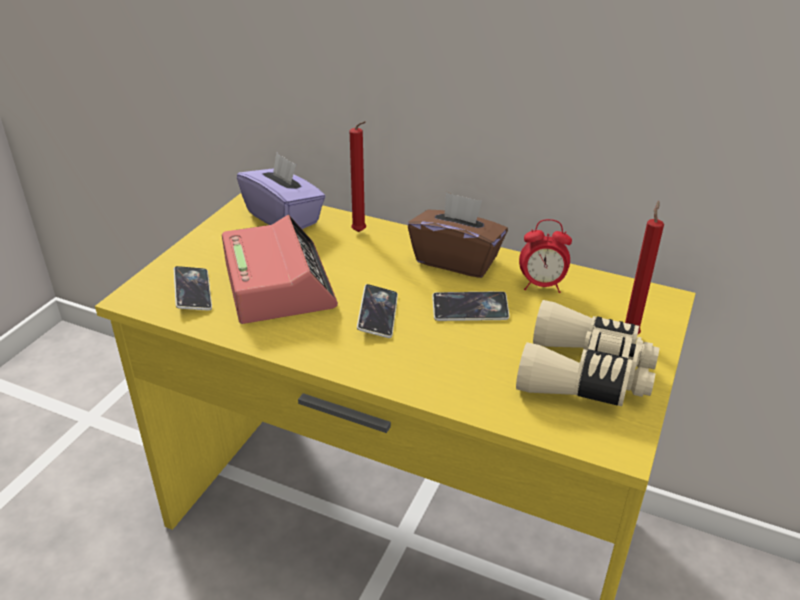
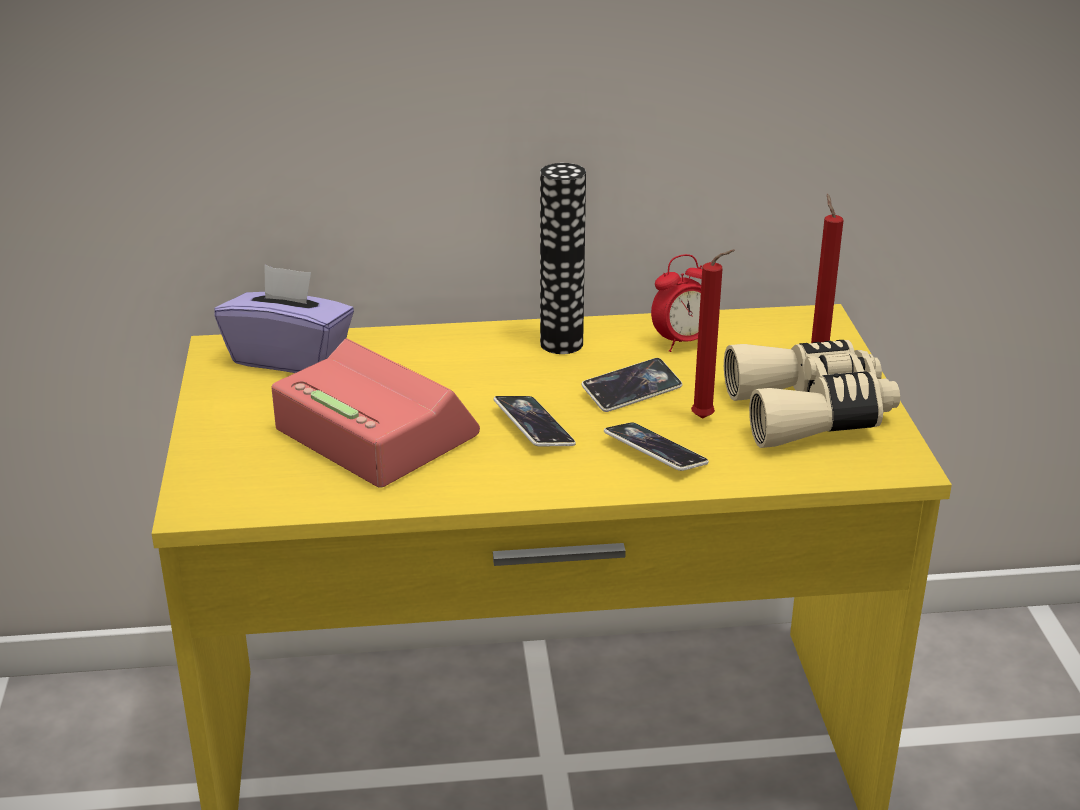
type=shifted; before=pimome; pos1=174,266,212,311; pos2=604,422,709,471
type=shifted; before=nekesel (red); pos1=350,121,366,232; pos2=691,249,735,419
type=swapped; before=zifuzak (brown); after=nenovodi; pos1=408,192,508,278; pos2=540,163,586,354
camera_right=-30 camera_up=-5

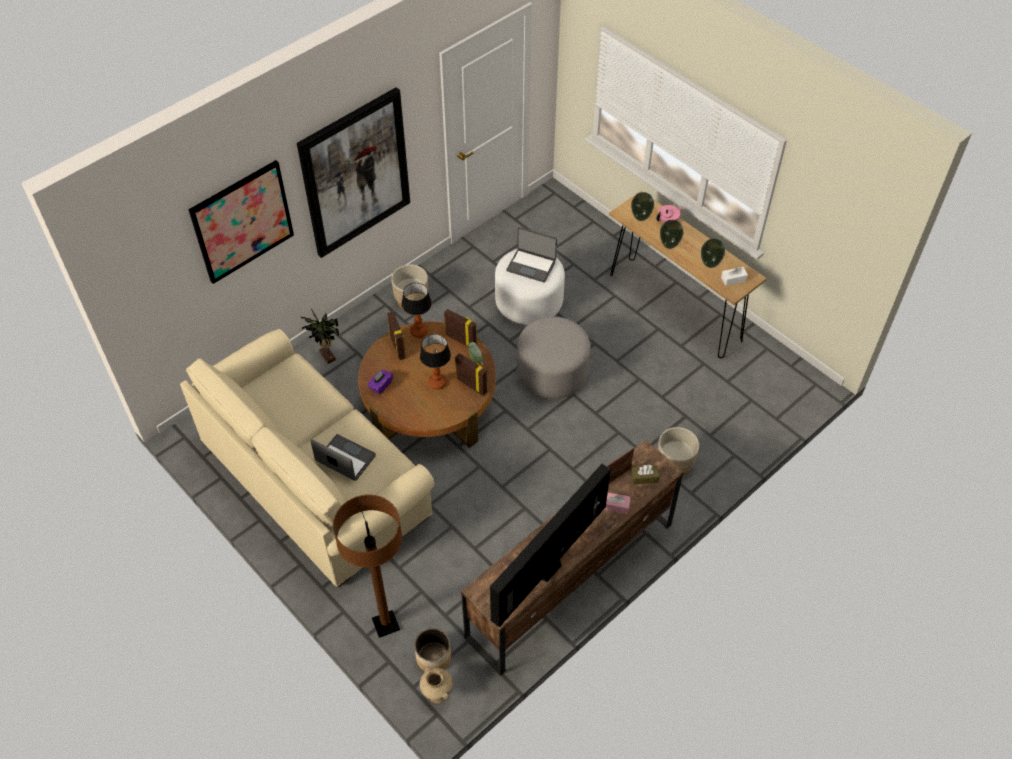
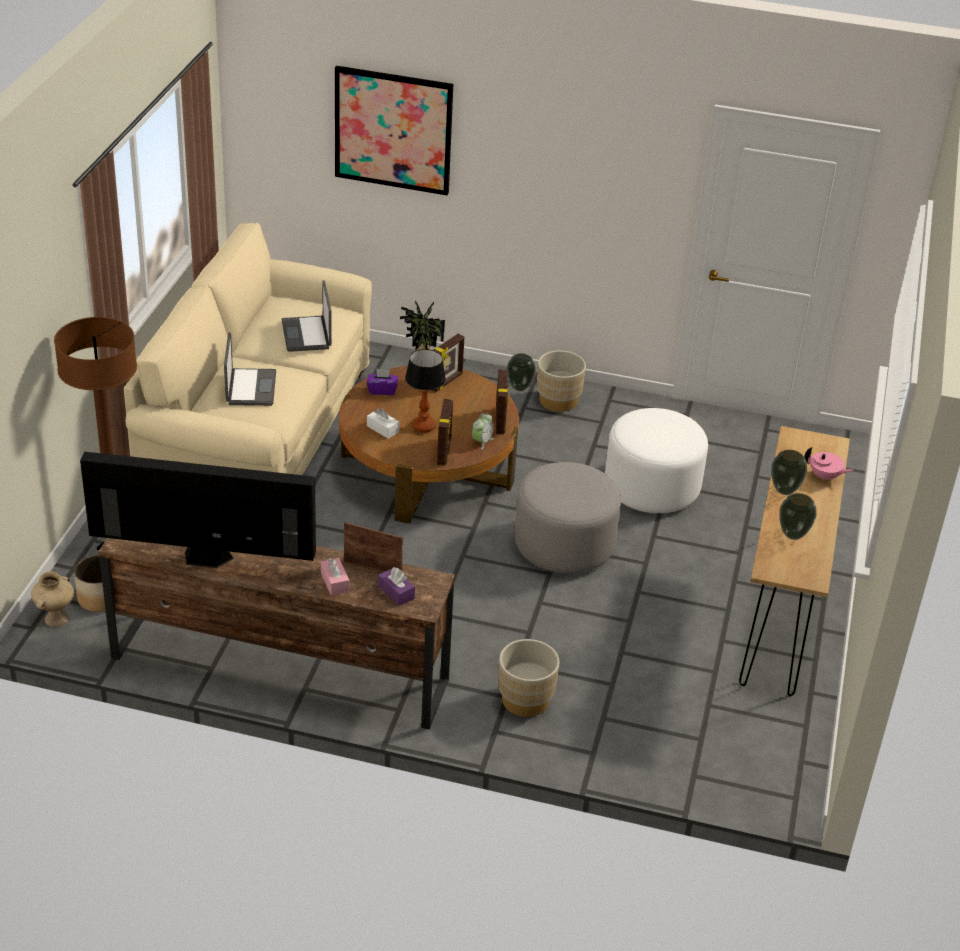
type=gone; before=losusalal; pos1=297,87,410,258
type=gone; before=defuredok; pos1=401,283,432,338
type=shifted; before=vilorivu; pos1=506,227,557,283; pos2=282,281,332,352
type=shifted; before=nenovodi; pos1=631,192,654,221; pos2=507,353,536,391
type=shifted; before=zifuzak (white); pos1=721,267,748,286; pos2=367,408,400,439
type=repainted; before=zifuzak (brown); after=zifuzak (purple); pos1=631,465,660,485; pos2=378,567,415,606
camera_right=55 camera_up=-15

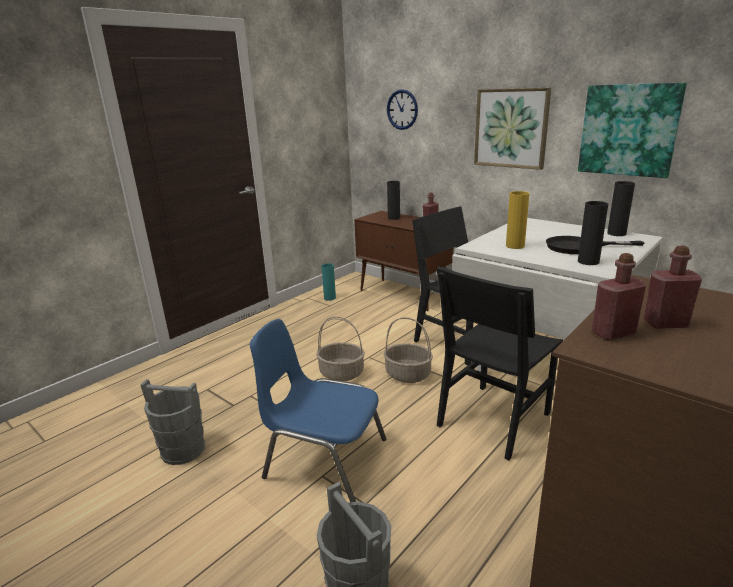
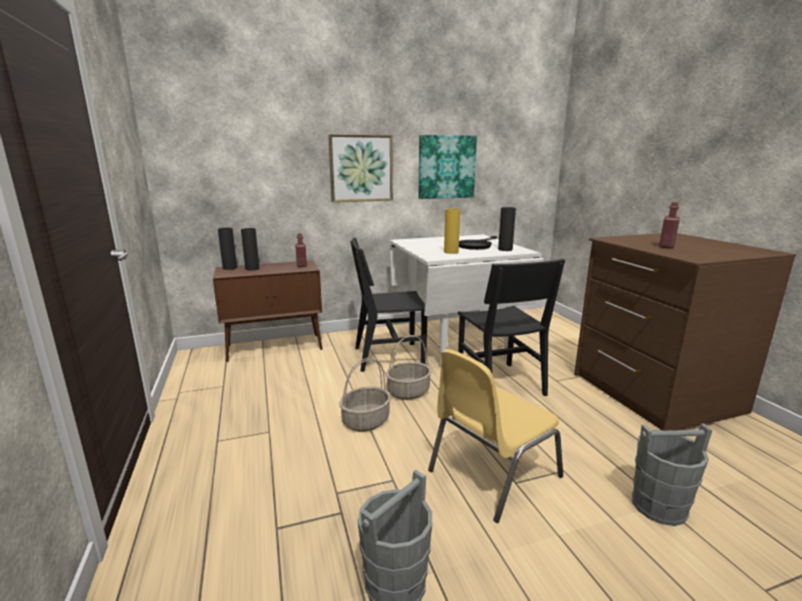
type=gone; before=nenovodi (turquoise); pos1=322,263,336,301
type=gone; before=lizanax; pos1=387,89,418,130
type=gone; before=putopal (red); pos1=592,253,646,340
type=shifted; before=nenovodi (black); pos1=607,181,635,236; pos2=218,228,237,270
type=repainted; before=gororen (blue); after=gororen (yellow); pos1=250,319,386,502; pos2=428,349,563,523
camera_right=-60 camera_up=-5

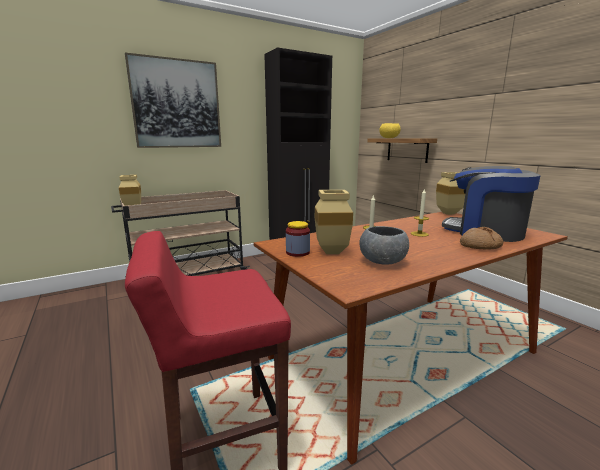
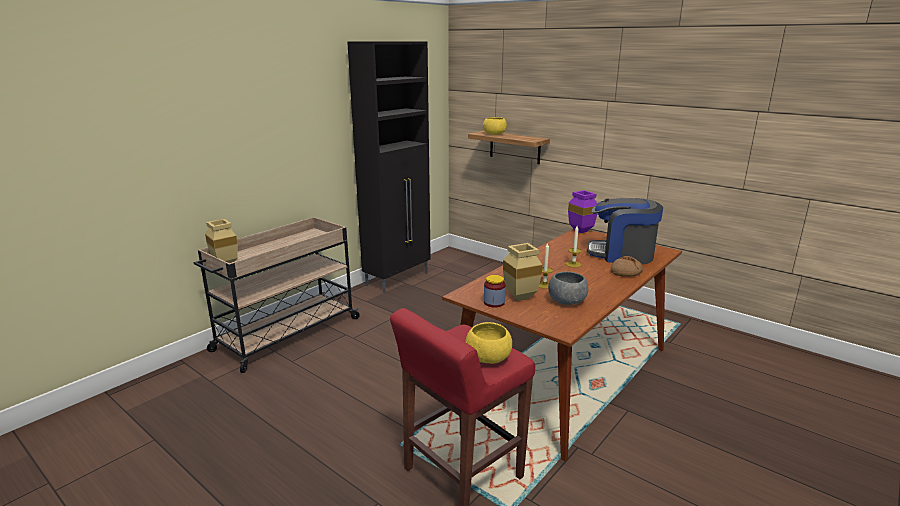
type=gone; before=losusalal; pos1=125,53,221,148
type=new; after=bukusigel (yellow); pos2=465,322,512,364
type=repainted; before=nenovodi (beige); after=nenovodi (purple); pos1=436,172,465,215; pos2=568,190,598,233
camera_right=-20 camera_up=5

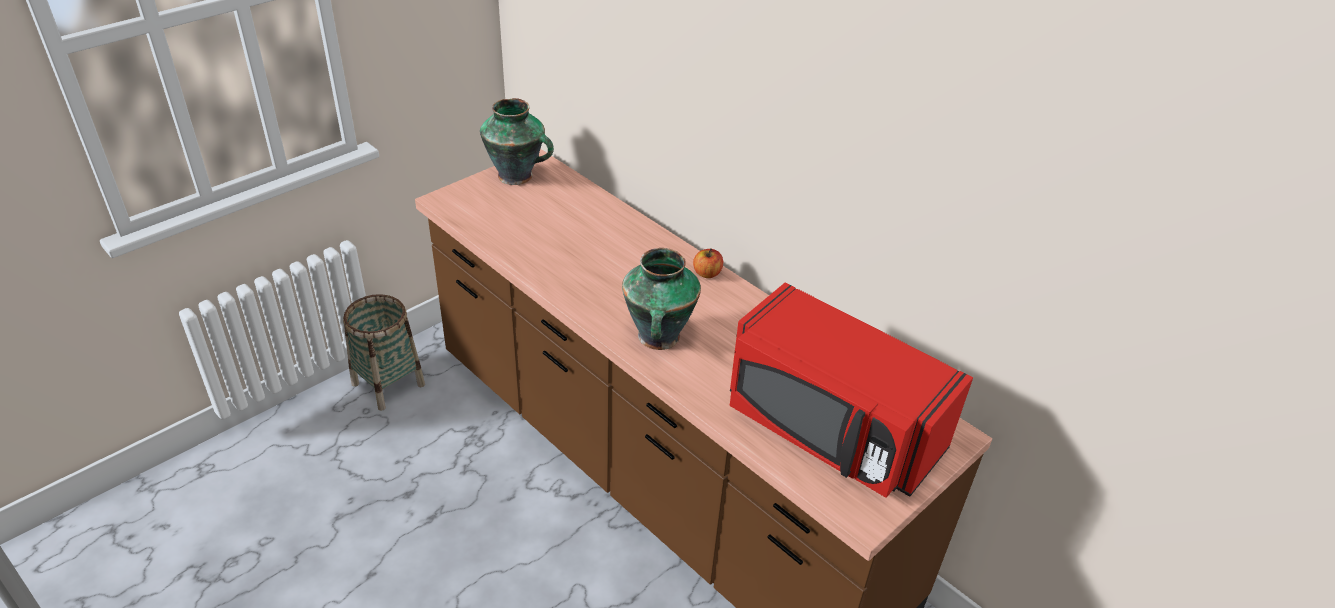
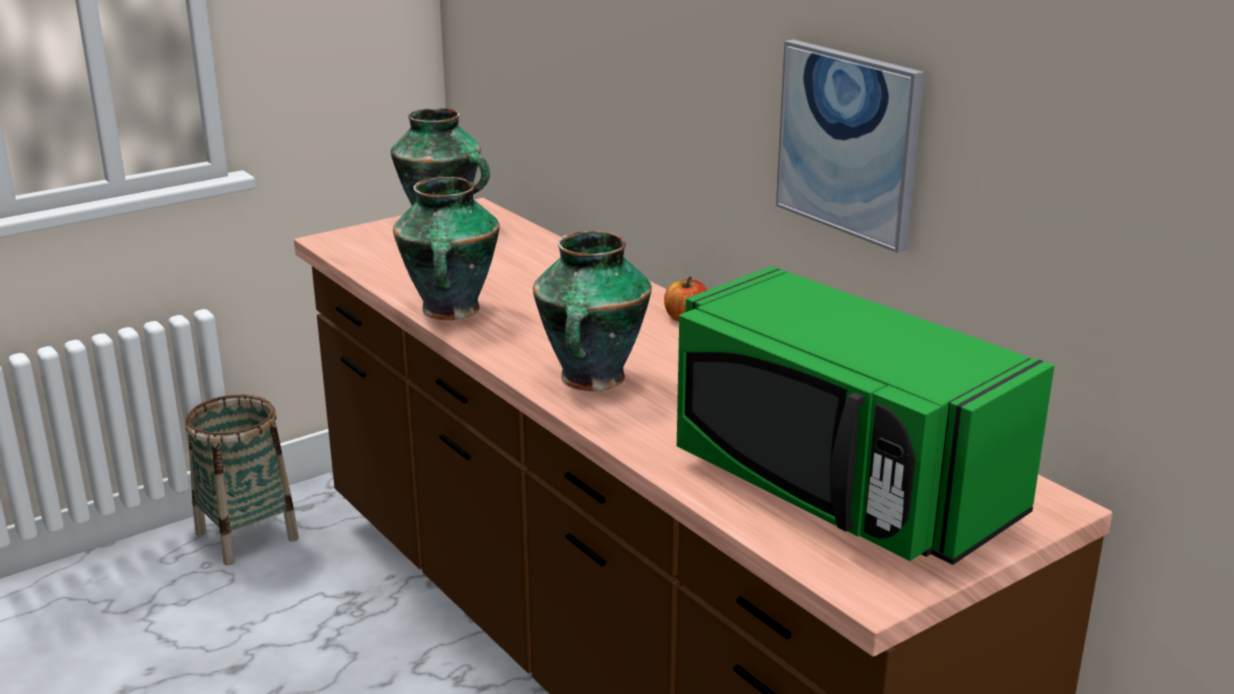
type=new; after=nenovodi; pos2=393,177,500,320
type=new; after=losusalal; pos2=776,39,924,253
type=repainted; before=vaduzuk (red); after=vaduzuk (green); pos1=730,283,973,498; pos2=677,266,1054,565
camera_right=10 camera_up=-15

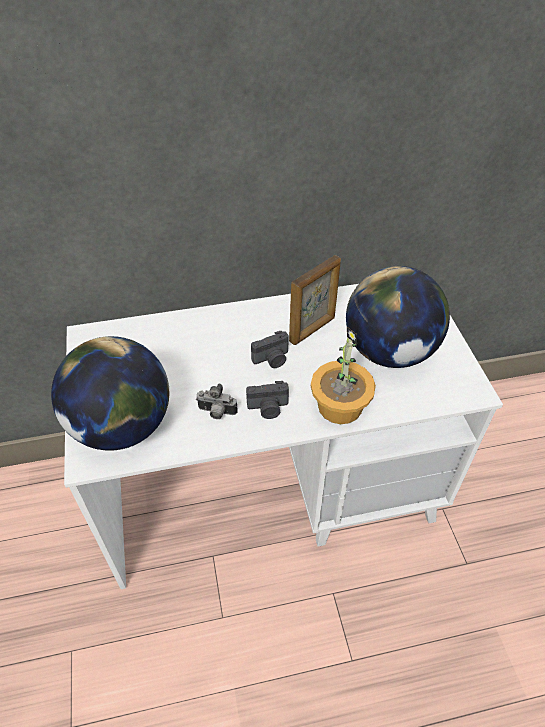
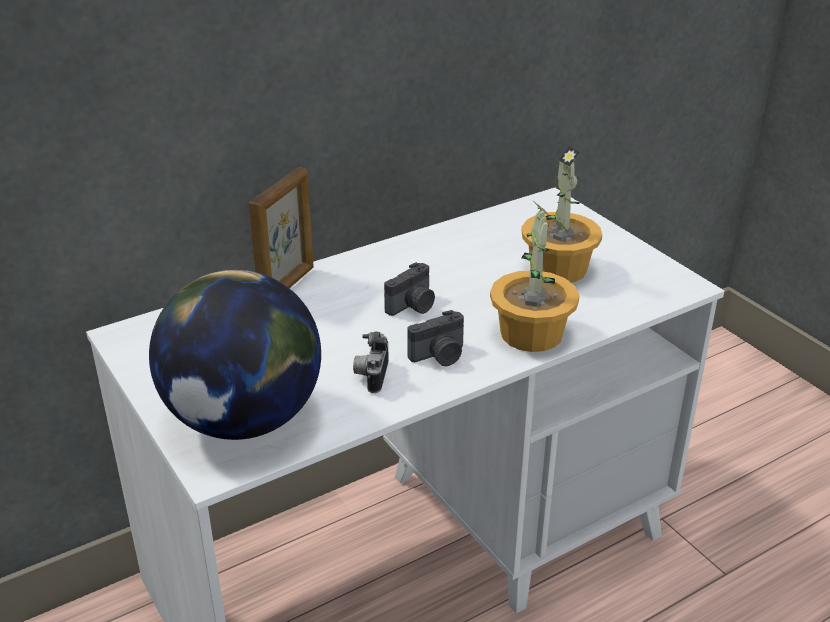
type=shifted; before=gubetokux; pos1=289,255,341,345; pos2=249,167,314,288
type=swapped; before=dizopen; after=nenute; pos1=346,266,450,368; pos2=522,146,602,283
type=rotated; before=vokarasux; pos1=196,384,238,419; pos2=353,332,389,393; turn=105
camera_right=-20 camera_up=-15

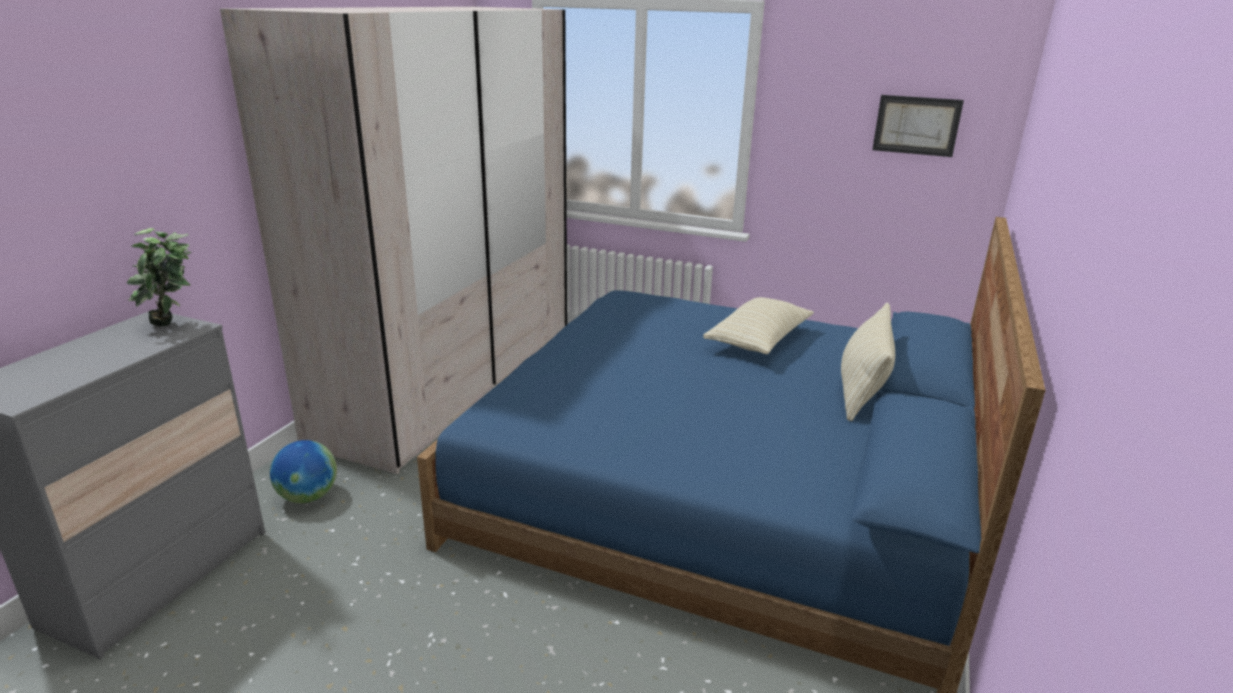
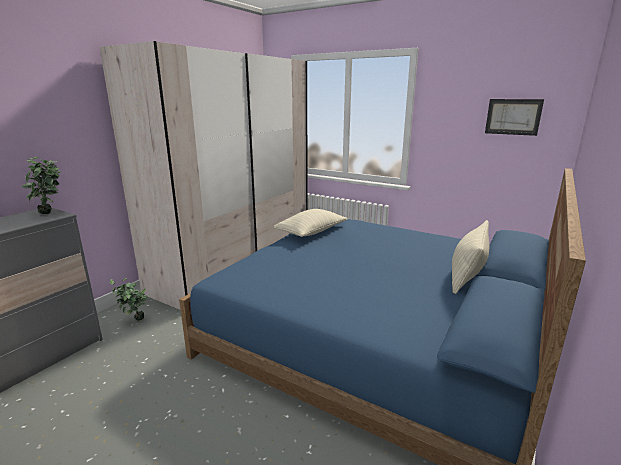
type=shifted; before=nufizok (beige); pos1=703,297,814,354; pos2=273,209,348,237
type=swapped; before=dizopen; after=nenute; pos1=270,440,337,503; pos2=110,278,148,321
camera_right=10 camera_up=-5

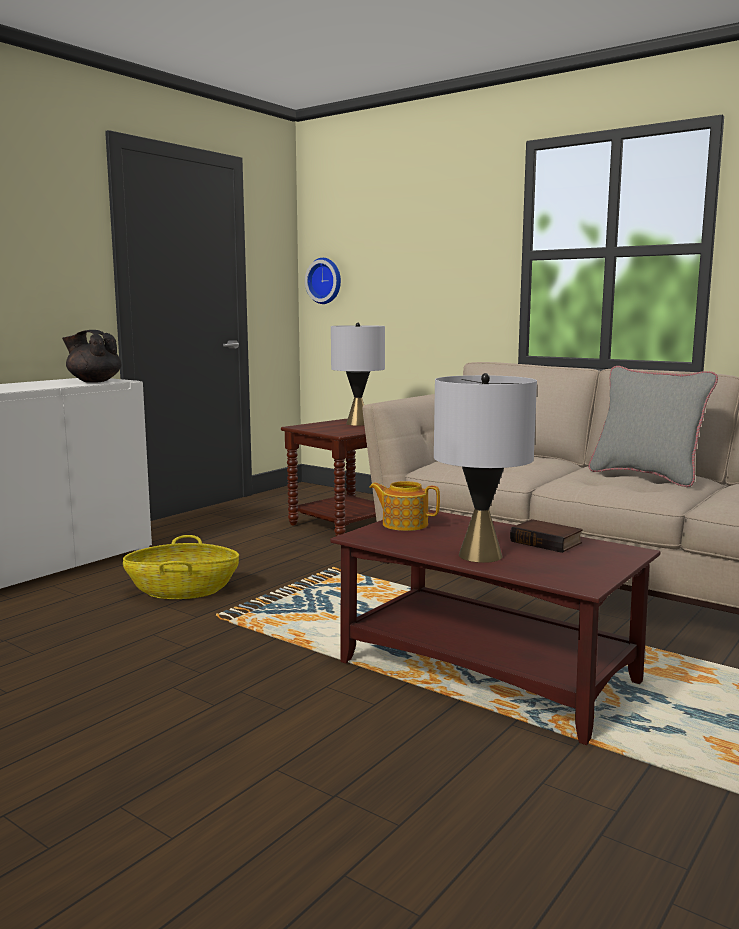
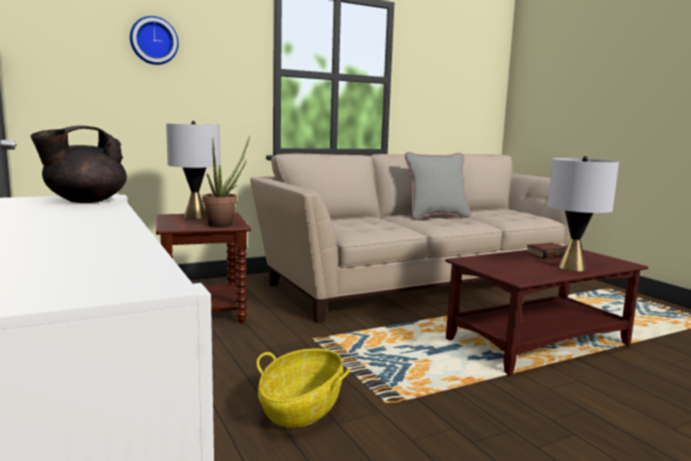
type=gone; before=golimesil; pos1=369,481,440,531
type=new; after=nenute; pos2=202,135,250,227
type=shifted; before=lizanax; pos1=305,258,341,304; pos2=130,16,179,65
camera_right=-65 camera_up=0

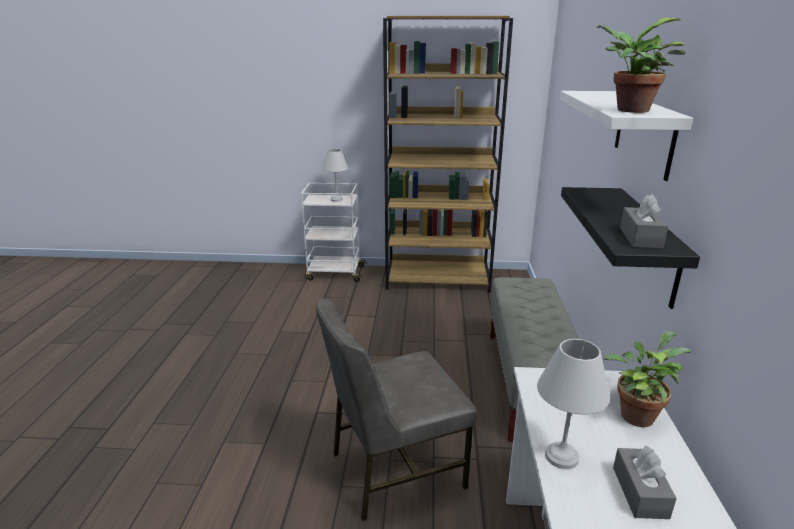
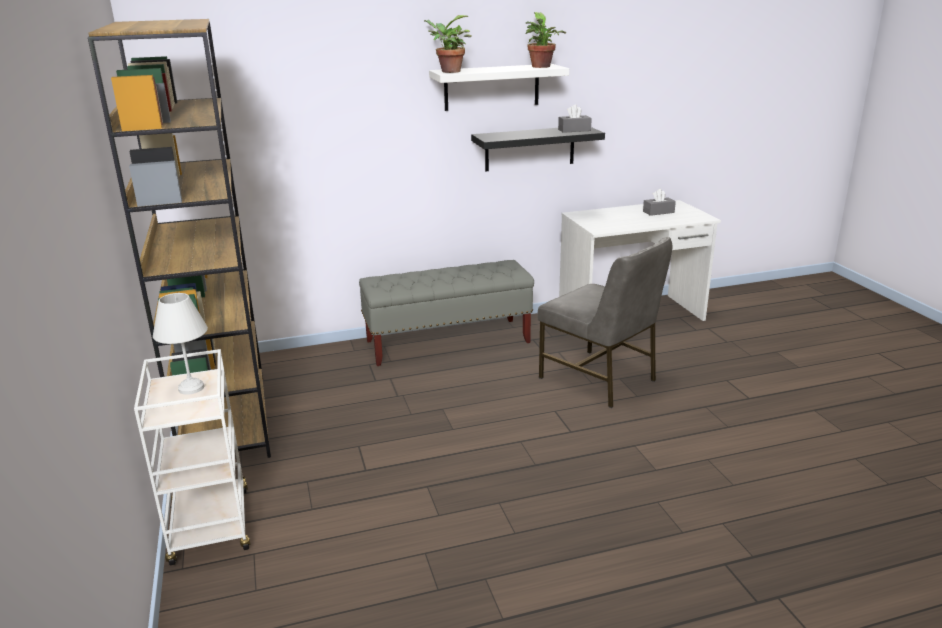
type=gone; before=defuredok (white); pos1=537,339,610,469
type=shifted; before=nenute; pos1=603,331,690,427; pos2=424,15,471,73
camera_right=-110 camera_up=0

